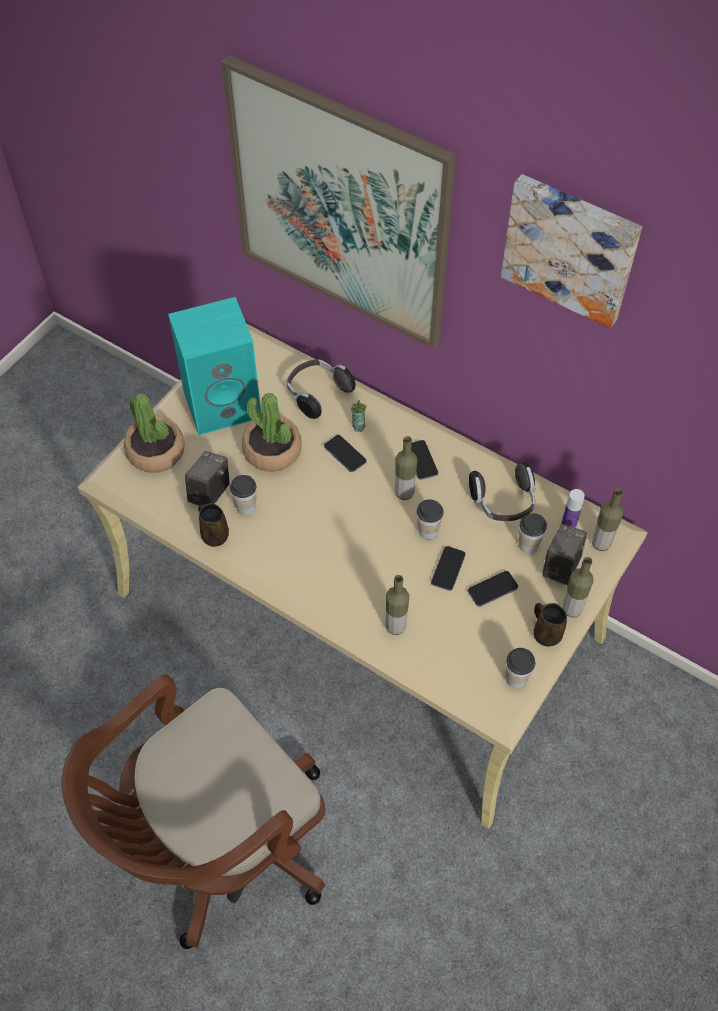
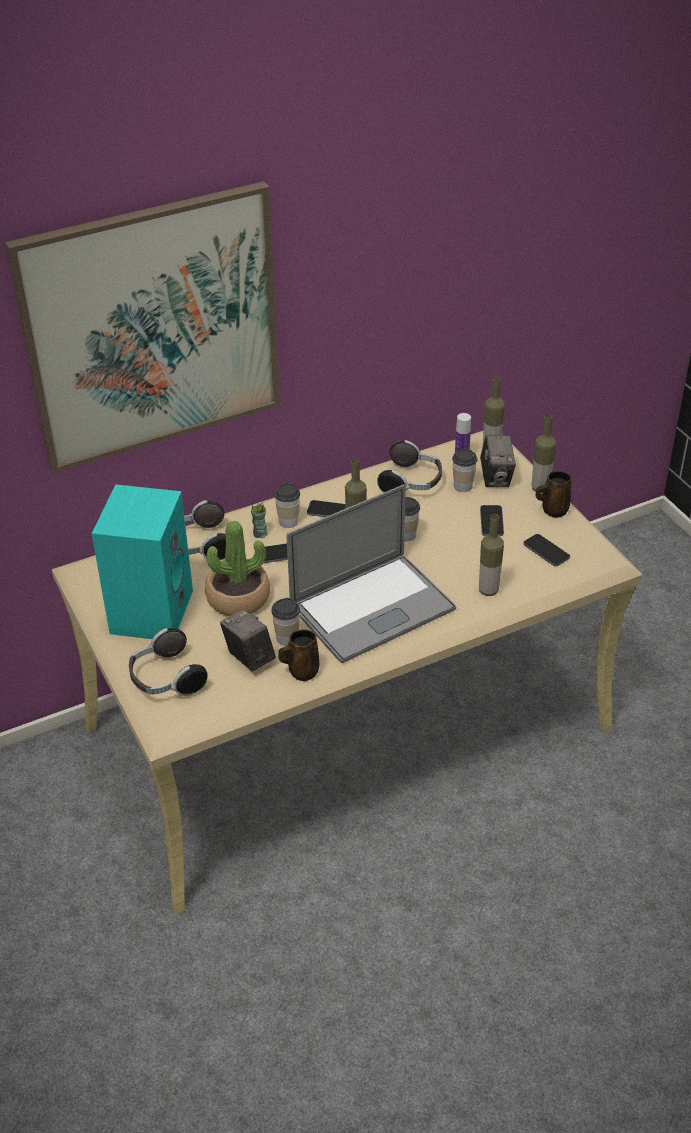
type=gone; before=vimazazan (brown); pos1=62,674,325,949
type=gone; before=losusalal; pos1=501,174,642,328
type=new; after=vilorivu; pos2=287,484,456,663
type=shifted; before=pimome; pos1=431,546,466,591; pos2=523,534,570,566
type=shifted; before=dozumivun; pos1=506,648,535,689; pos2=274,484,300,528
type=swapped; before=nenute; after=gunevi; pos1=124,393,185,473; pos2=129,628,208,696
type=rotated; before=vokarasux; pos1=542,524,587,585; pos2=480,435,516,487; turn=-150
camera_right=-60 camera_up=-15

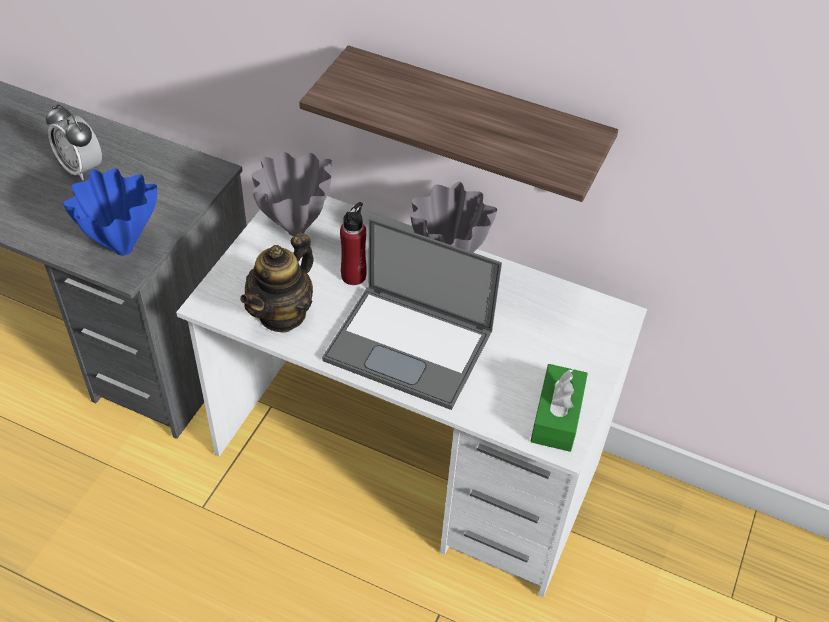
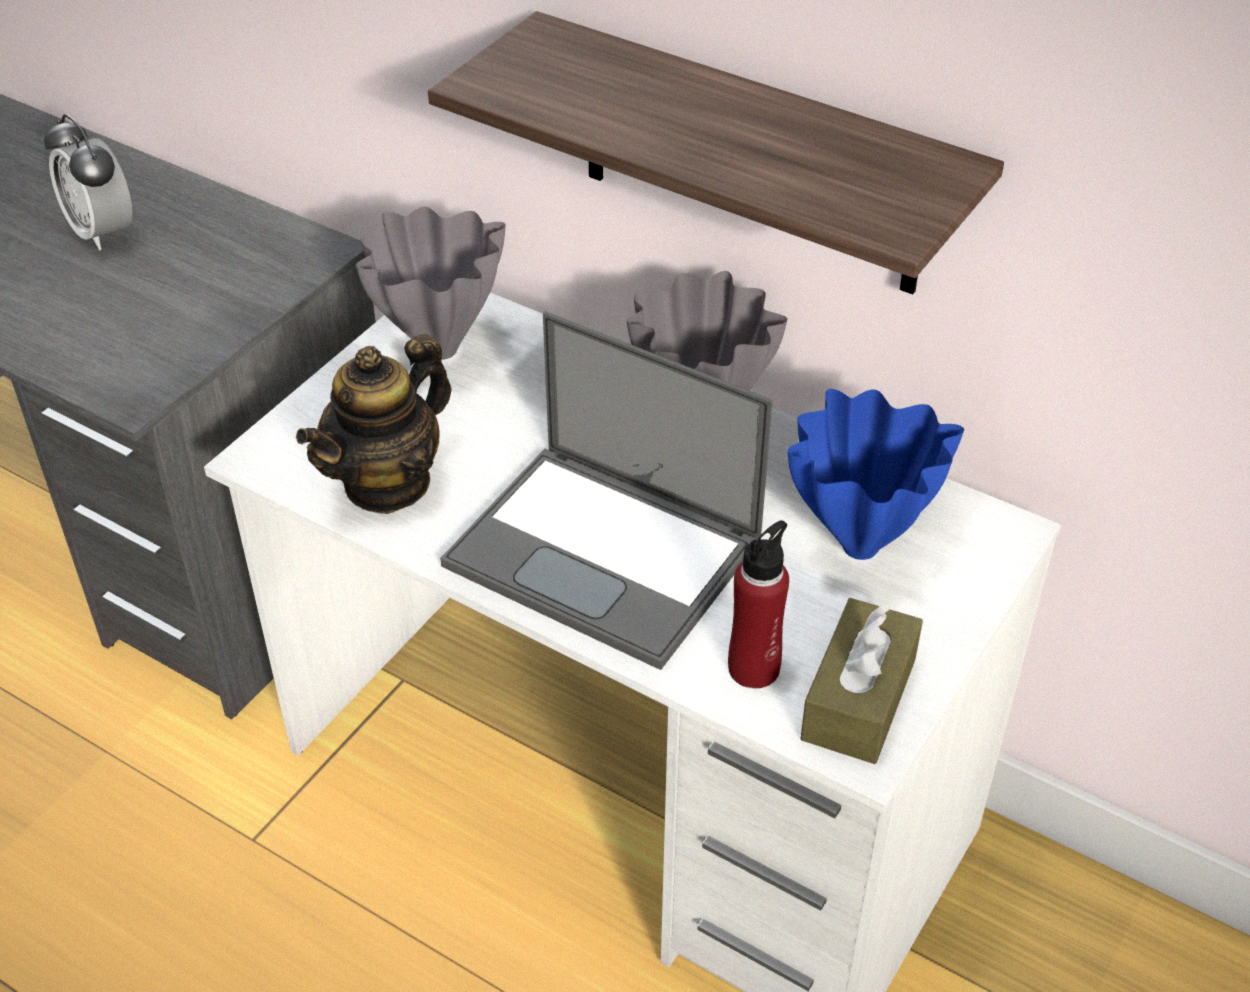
type=shifted; before=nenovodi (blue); pos1=63,168,157,256; pos2=788,389,964,560
type=shifted; before=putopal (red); pos1=340,202,367,285; pos2=728,520,789,689
type=repainted; before=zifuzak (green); after=zifuzak (brown); pos1=530,364,588,452; pos2=800,598,923,764
camera_right=10 camera_up=-5

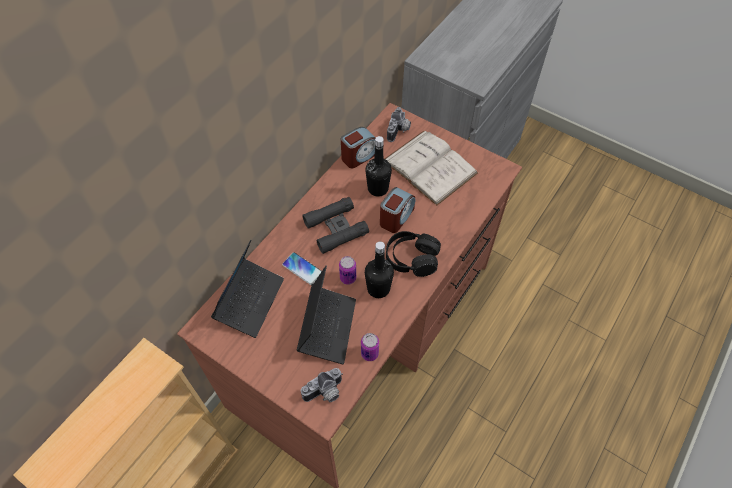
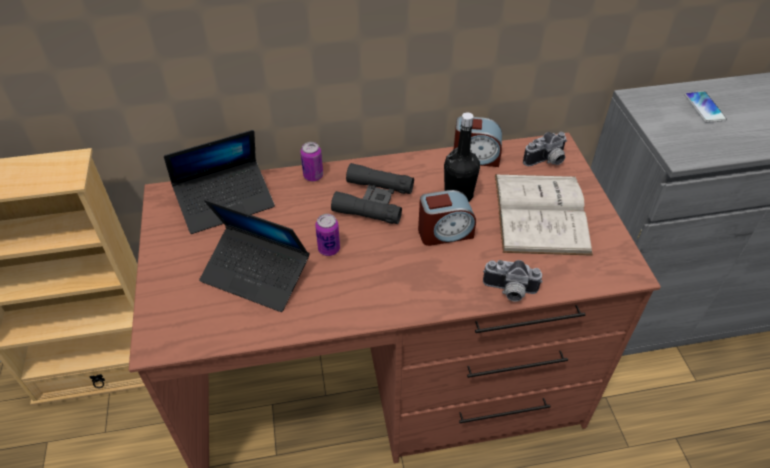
type=gone; before=putopal (black); pos1=365,241,394,298
type=gone; before=gunevi (black); pos1=386,231,441,277
type=shifted; before=pimome; pos1=282,252,322,285; pos2=685,91,727,123
type=shifted; before=vokarasux; pos1=301,368,343,402; pos2=483,260,543,302
type=shifted; before=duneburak; pos1=361,333,379,361; pos2=300,142,323,181
type=rotated; before=vilorivu; pos1=297,266,356,364; pos2=199,200,310,312; turn=60
camera_right=45 camera_up=-10

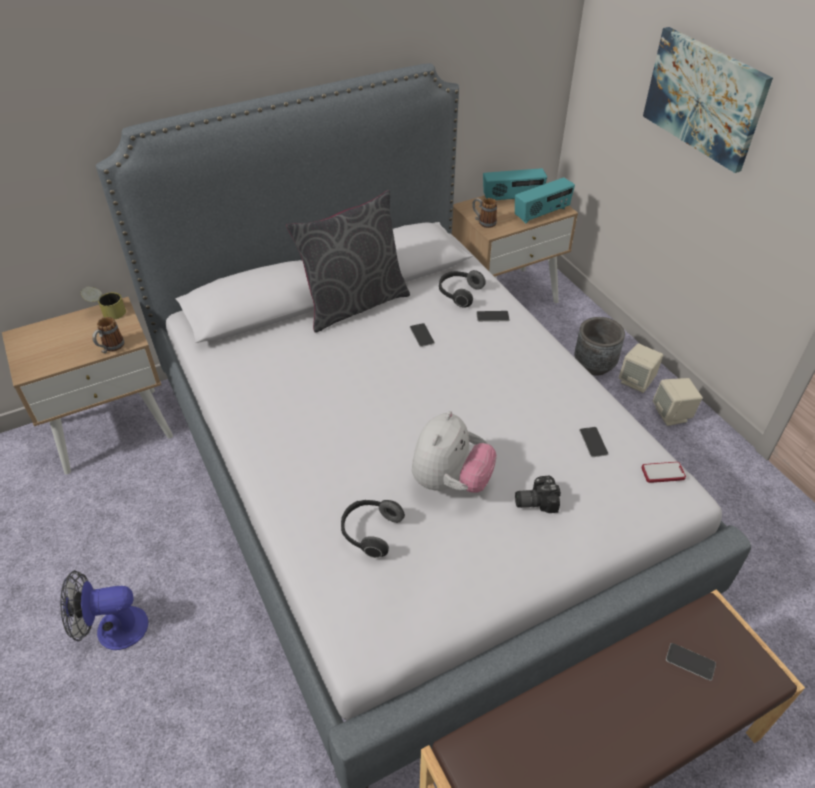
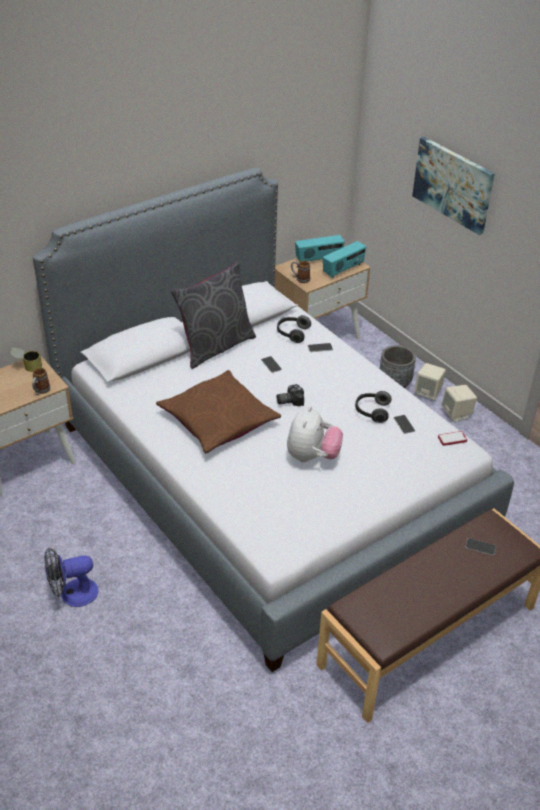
type=new; after=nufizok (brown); pos2=156,370,281,453
type=shifted; before=gunevi; pos1=341,500,405,558; pos2=355,391,392,423
type=shifted; before=vokarasux; pos1=515,475,561,513; pos2=277,384,304,406
camera_right=-10 camera_up=-5

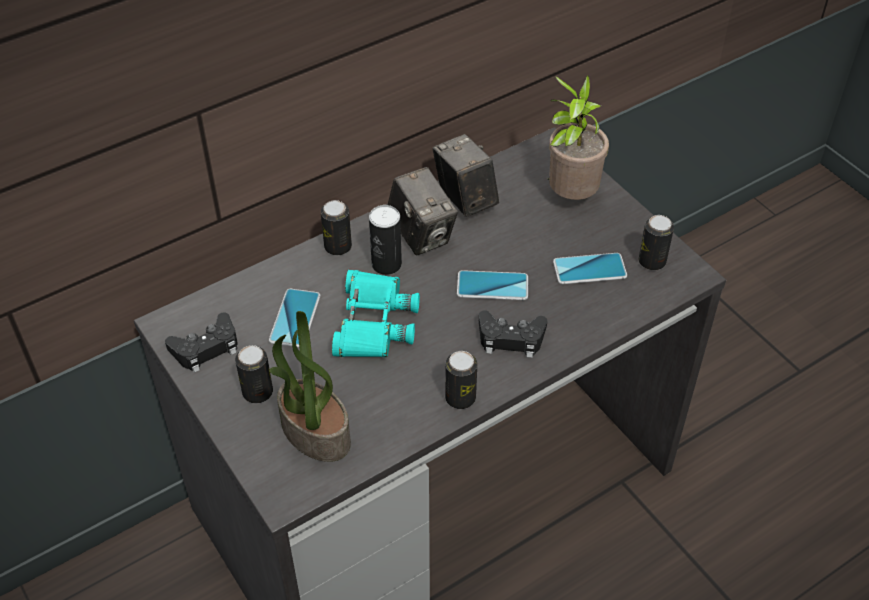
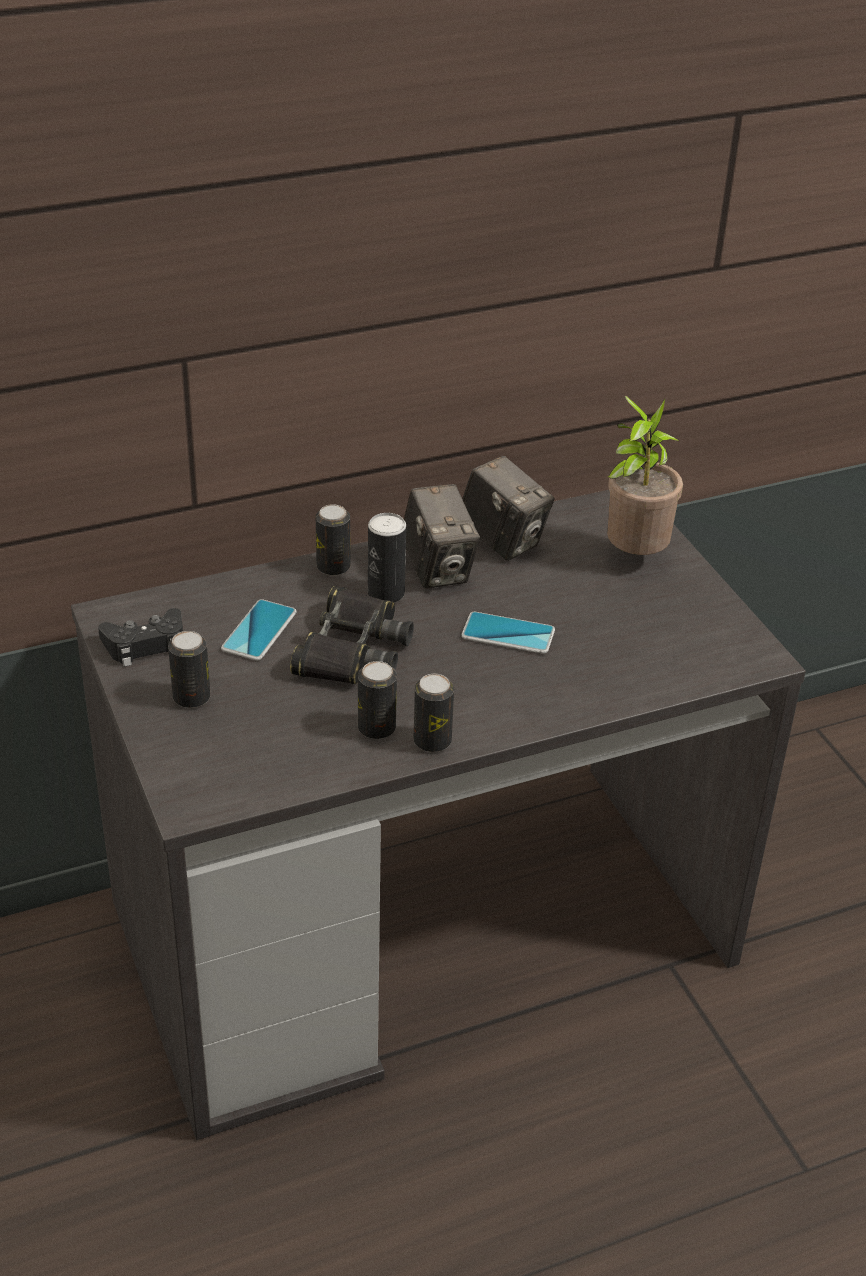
type=gone; before=nenute; pos1=269,311,351,462
type=gone; before=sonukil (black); pos1=479,310,547,358
type=gone; before=pimome; pos1=553,253,627,284
type=shifted; before=duneburak; pos1=639,215,674,270; pos2=358,661,397,739
type=repainted; before=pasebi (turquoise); after=pasebi (black); pos1=332,270,420,357; pos2=290,586,414,684
type=rotated; before=vokarasux; pos1=433,134,499,217; pos2=462,456,555,561; turn=150
camera_right=10 camera_up=-10

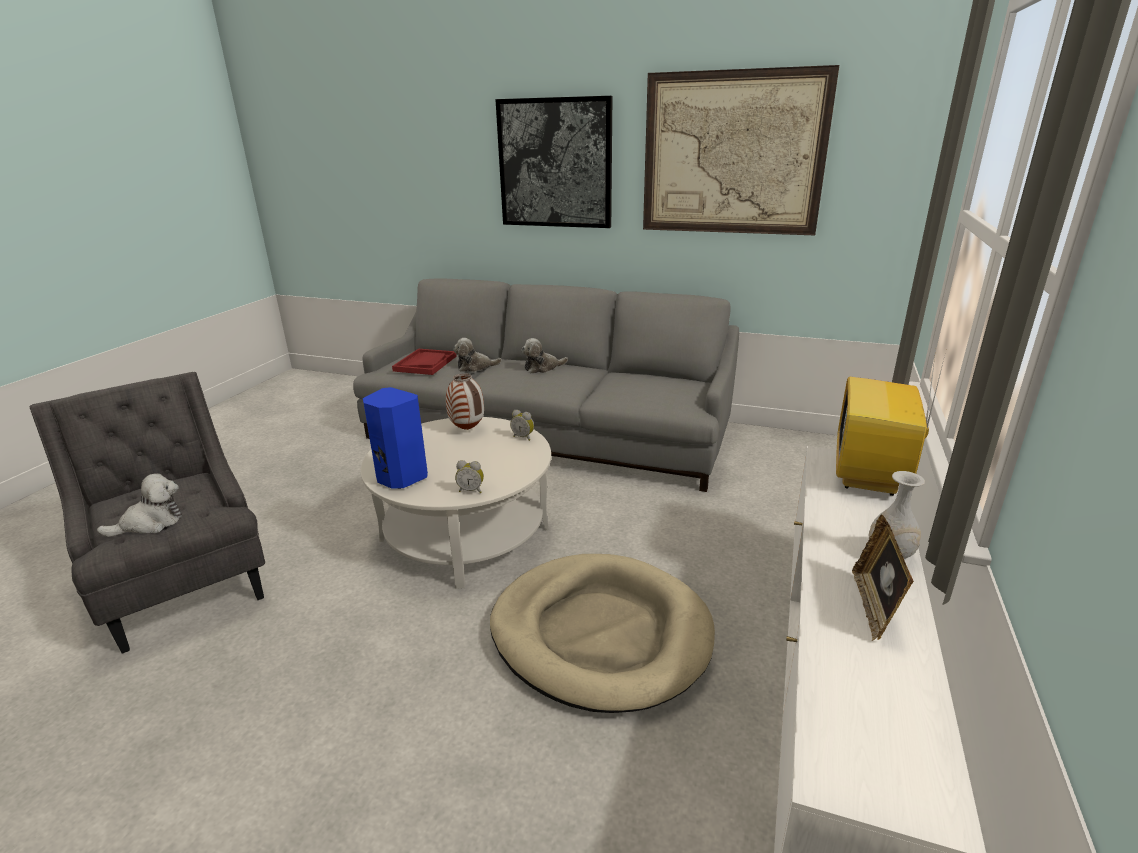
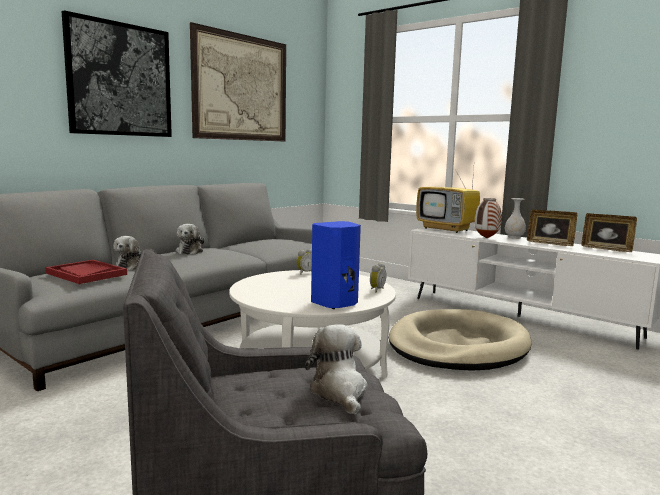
type=new; after=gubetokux; pos2=581,213,637,252
type=shifted; before=nenovodi; pos1=446,373,484,430; pos2=475,198,502,238
camera_right=-70 camera_up=-15

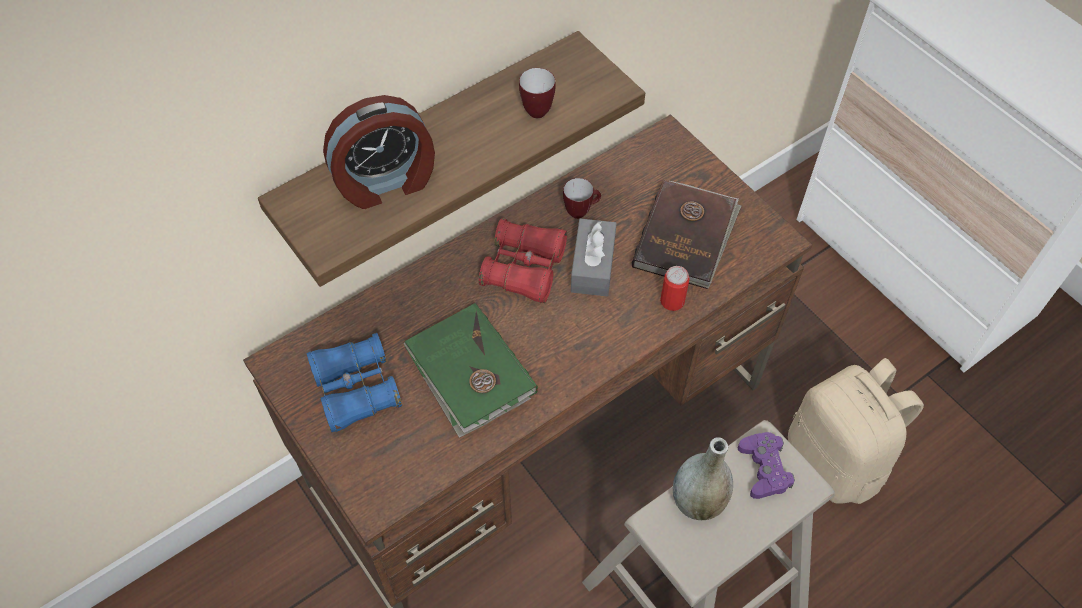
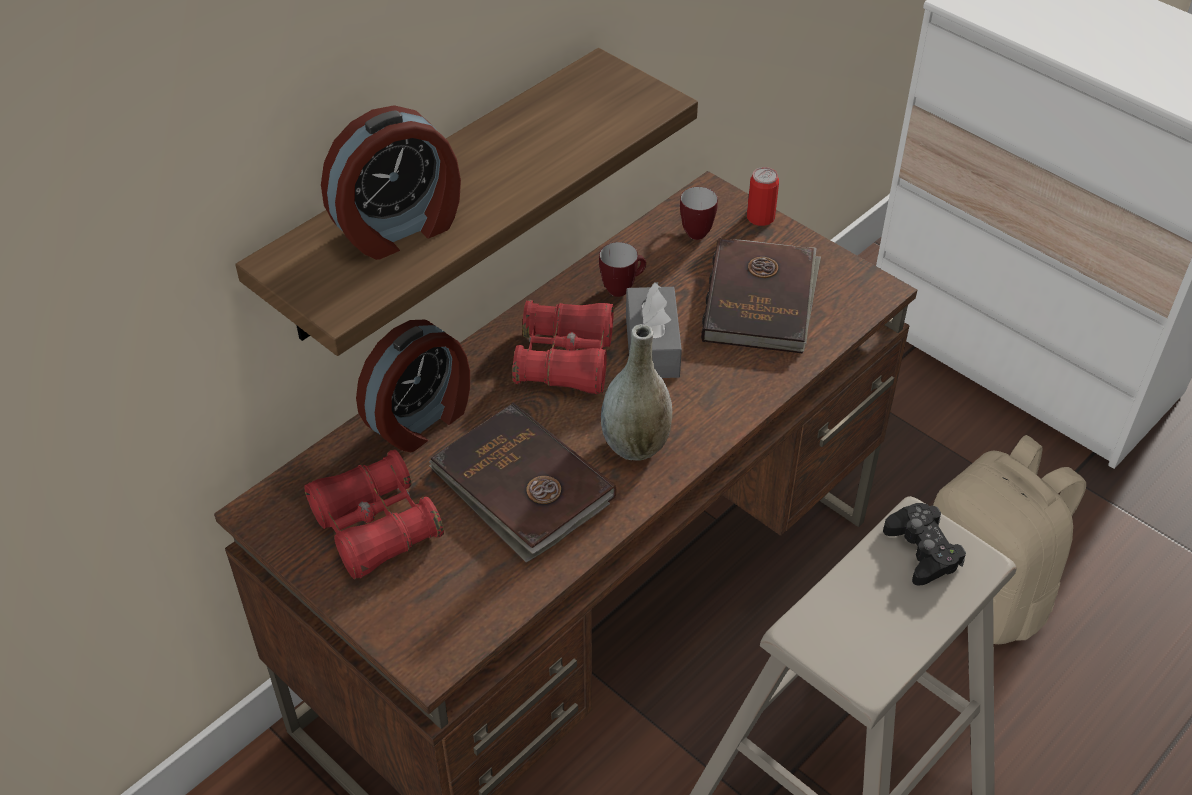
type=new; after=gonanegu; pos2=356,320,470,452
type=shifted; before=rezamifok; pos1=519,68,555,118; pos2=680,187,718,240
type=shifted; before=duneburak; pos1=660,266,690,311; pos2=747,167,779,226
type=shifted; before=nenovodi (grey); pos1=673,437,733,520; pos2=601,324,672,461
type=repainted; before=pasebi (blue); after=pasebi (red); pos1=307,333,402,432; pos2=304,450,444,579
type=repainted; before=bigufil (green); after=bigufil (brown); pos1=403,303,538,437; pos2=429,403,616,562
type=repainted; before=sonukil (purple); after=sonukil (black); pos1=738,432,795,499; pos2=883,503,966,586
camera_right=-10 camera_up=-10

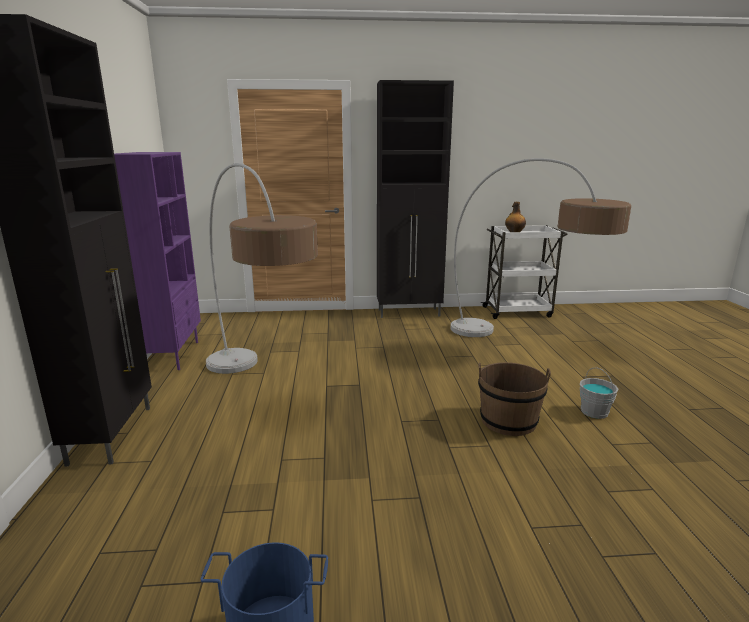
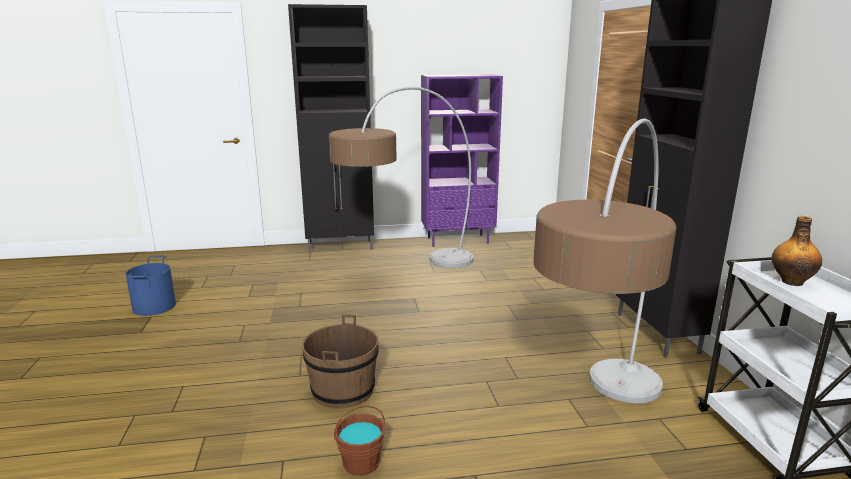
type=repainted; before=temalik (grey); after=temalik (brown); pos1=580,367,619,419; pos2=334,406,385,476
camera_right=85 camera_up=0

